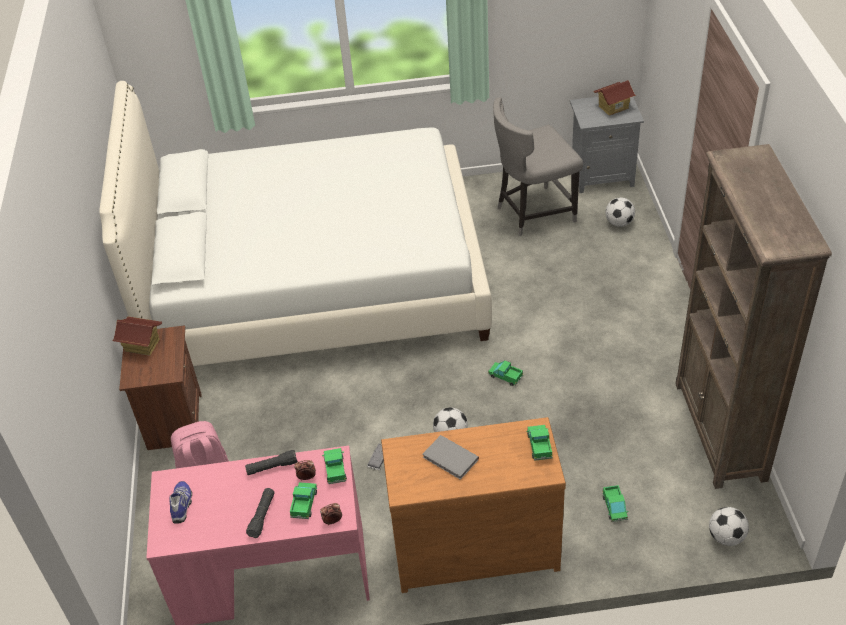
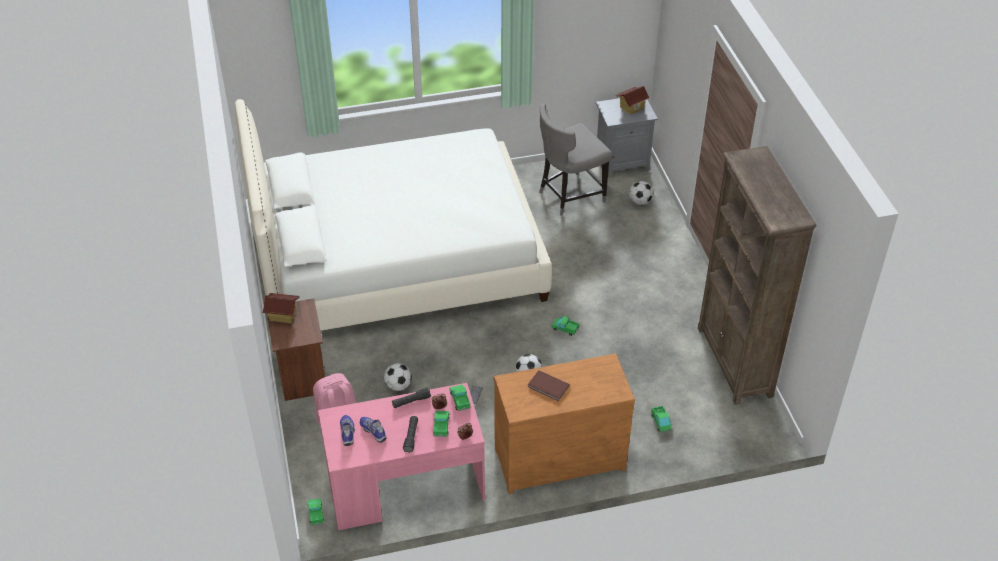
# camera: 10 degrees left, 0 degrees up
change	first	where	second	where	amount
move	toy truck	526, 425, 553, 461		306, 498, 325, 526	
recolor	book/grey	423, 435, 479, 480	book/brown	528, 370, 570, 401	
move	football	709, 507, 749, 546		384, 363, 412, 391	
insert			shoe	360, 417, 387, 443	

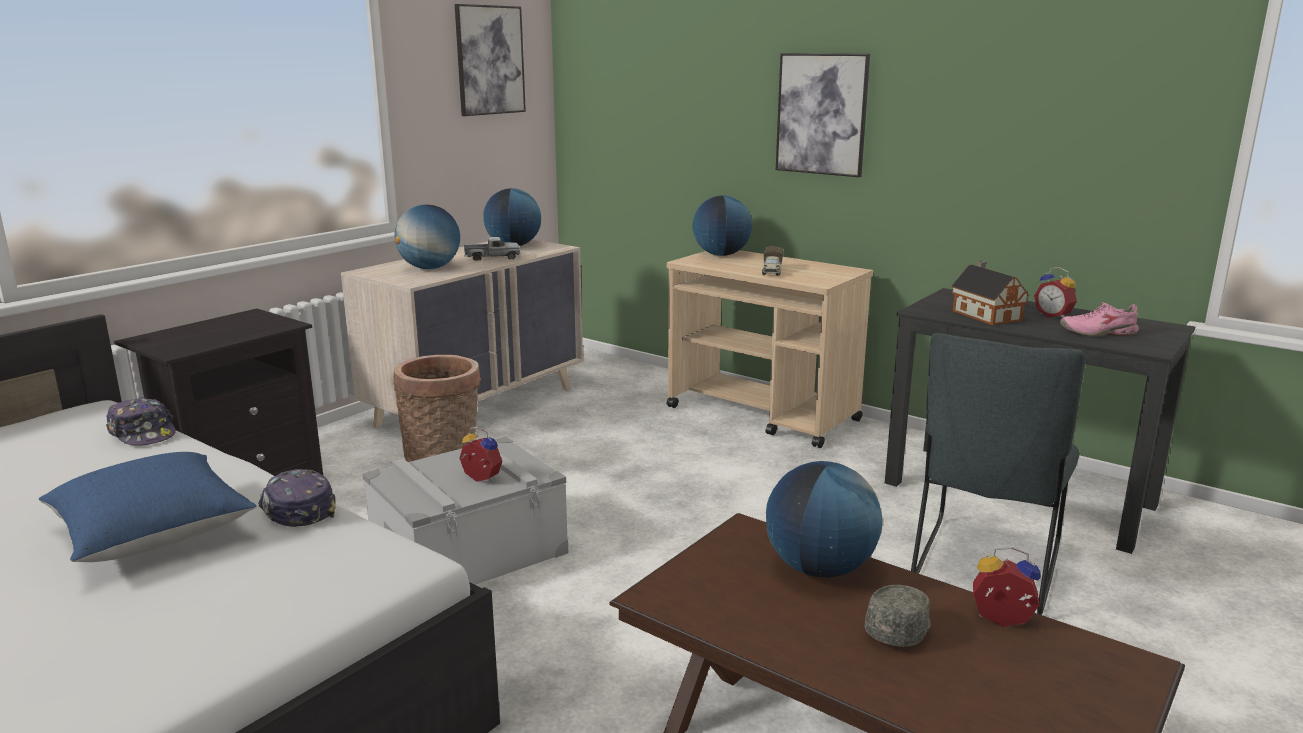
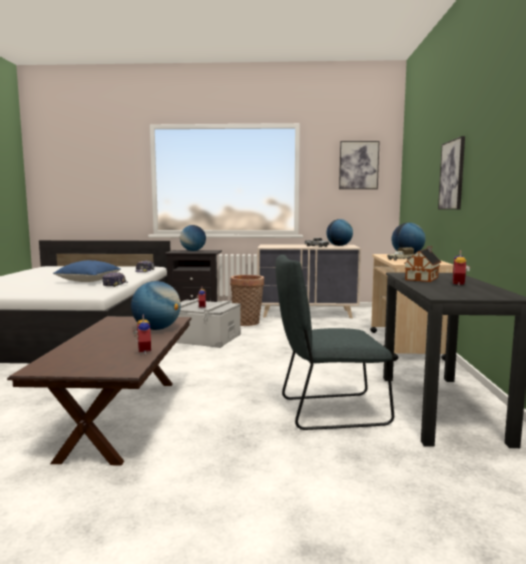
# camera: 55 degrees right, 10 degrees down
change	first	where	second	where	amount
move	globe	394, 204, 460, 269		180, 225, 206, 251	
delete	shoe/pink	1060, 302, 1139, 336			
delete	cap/grey	865, 585, 931, 647			

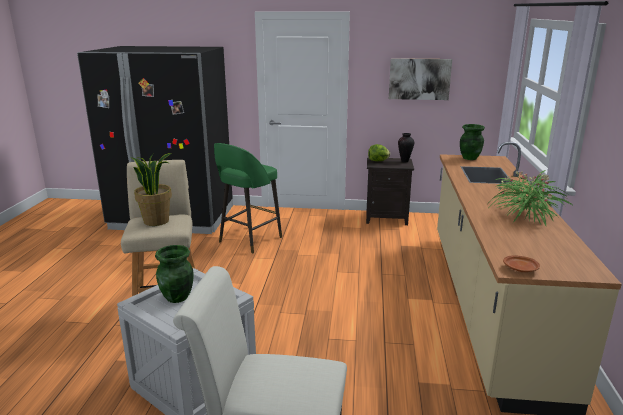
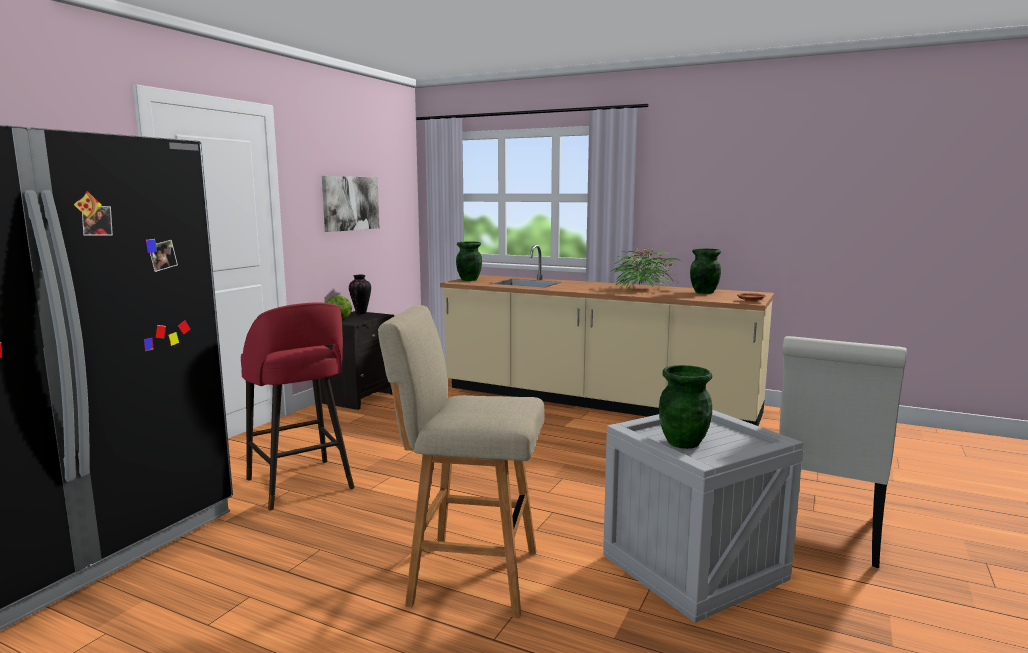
# camera: 70 degrees left, 10 degrees down
change	first	where	second	where	amount
recolor	stool/green	214, 143, 282, 254	stool/red	241, 302, 355, 510	
delete	potted plant	131, 153, 172, 226			
insert			vase/green	690, 248, 721, 294	

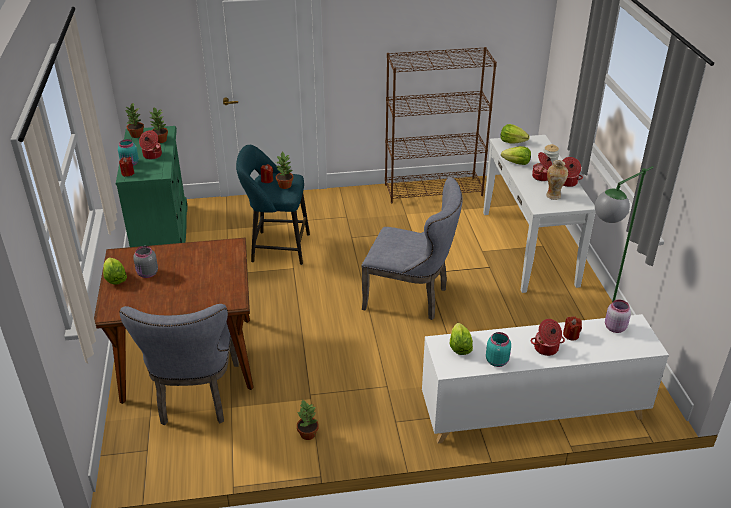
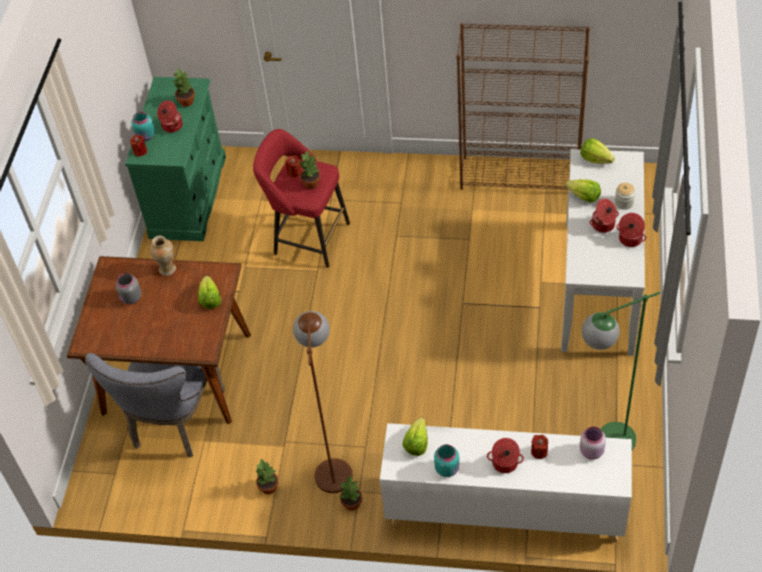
# camera: 20 degrees right, 15 degrees up
change	first	where	second	where	amount
move	potted plant	125, 103, 144, 138		340, 475, 363, 511	
recolor	stool/turquoise	236, 145, 310, 265	stool/red	253, 129, 350, 268	
move	vase	546, 160, 568, 200		149, 236, 176, 276	
delete	chair/grey	362, 177, 463, 320			
move	lettuce	103, 257, 127, 285		198, 276, 221, 309	
insert			floor lamp/brown	293, 311, 353, 493	

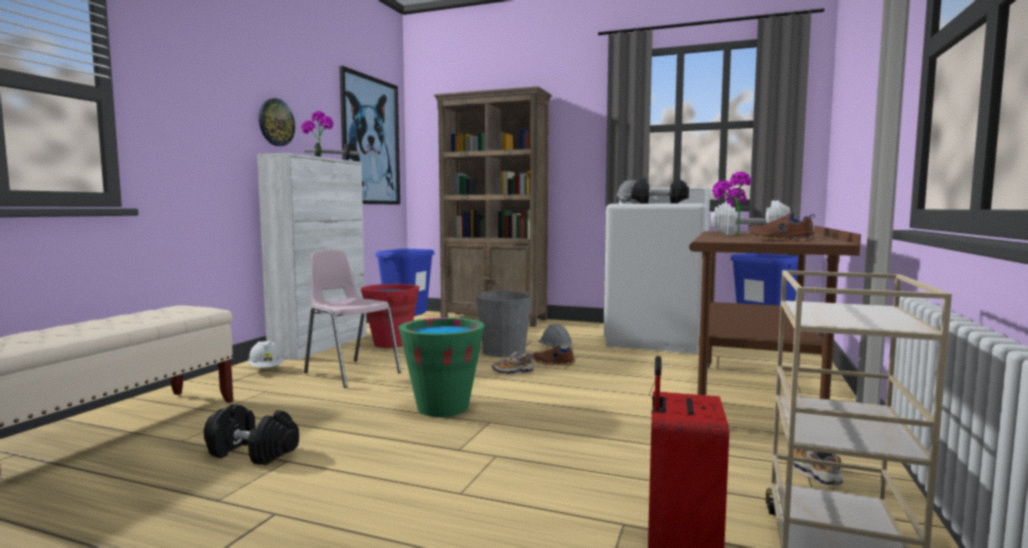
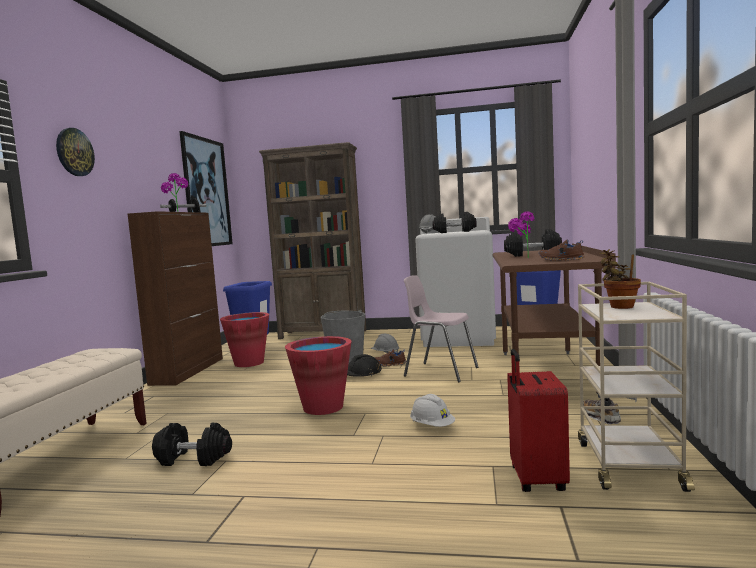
# camera: 10 degrees left, 0 degrees up
change	first	where	second	where	amount
move	wall clock	259, 98, 295, 146		56, 128, 95, 176	
recolor	cabinet/white	257, 153, 367, 360	cabinet/brown	128, 211, 223, 386	
recolor	dumbbell/white	711, 200, 790, 235	dumbbell/black	504, 229, 562, 257	
move	chair/pink	304, 250, 401, 388		404, 275, 478, 383	
recolor	bucket/green	399, 318, 484, 417	bucket/red	285, 336, 351, 415	
move	hard hat/white	247, 340, 284, 368		410, 394, 455, 427	
replace	shoe	491, 351, 534, 375	hard hat/black	347, 354, 382, 377	
insert			potted plant	599, 249, 641, 309	

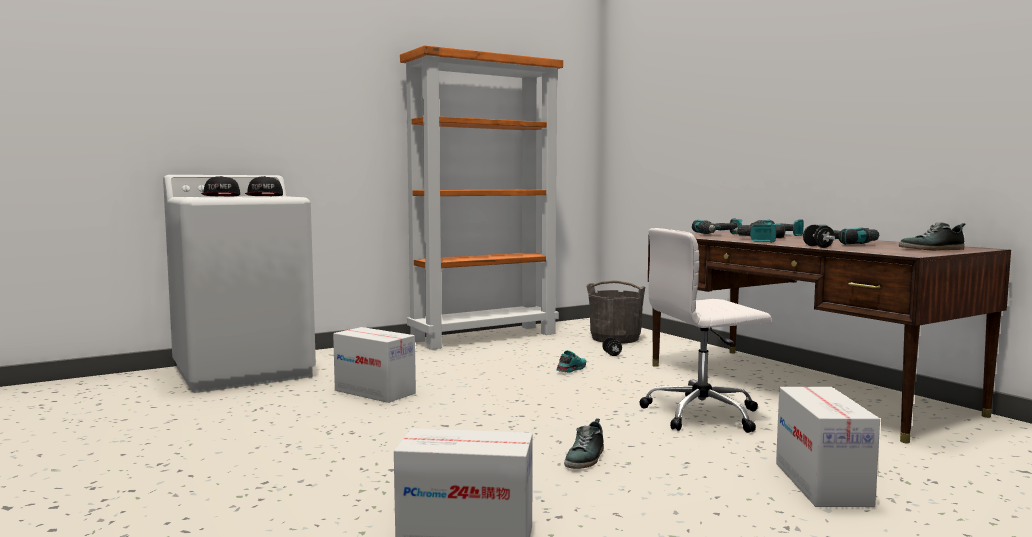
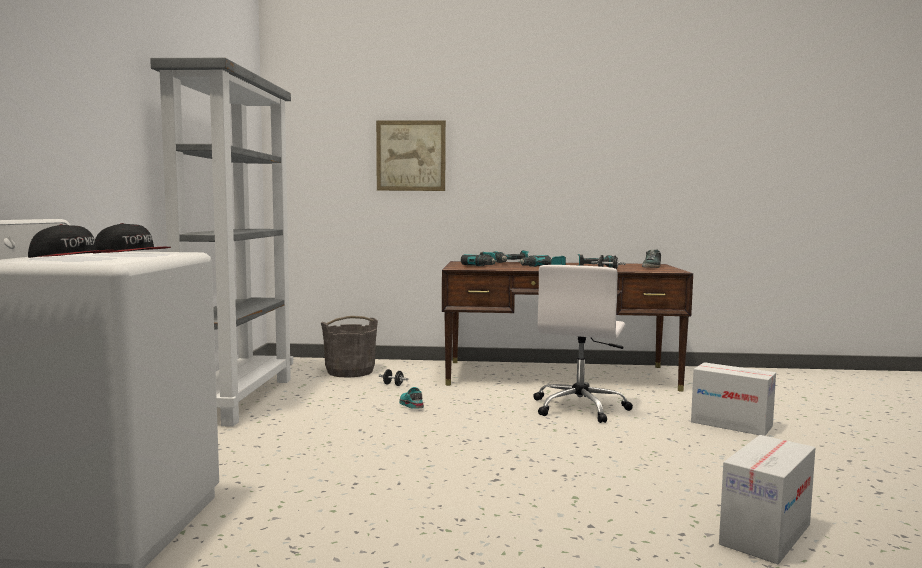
# camera: 55 degrees left, 0 degrees up
change	first	where	second	where	amount
recolor	bookcase/orange	400, 45, 563, 350	bookcase/grey	150, 58, 293, 427	
delete	cardboard box	333, 327, 416, 403			
delete	shoe	564, 418, 604, 469			
insert			picture	376, 120, 446, 191	

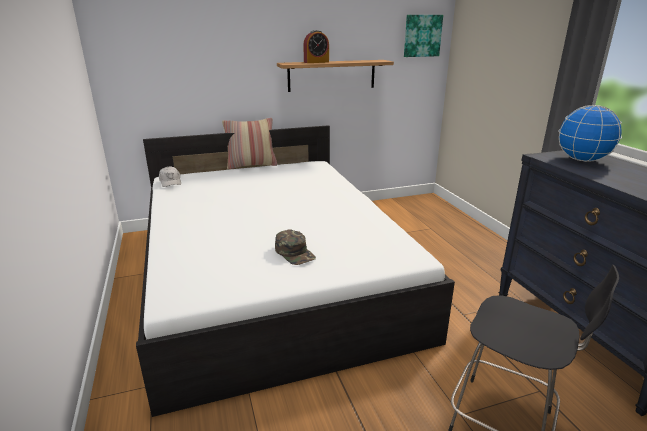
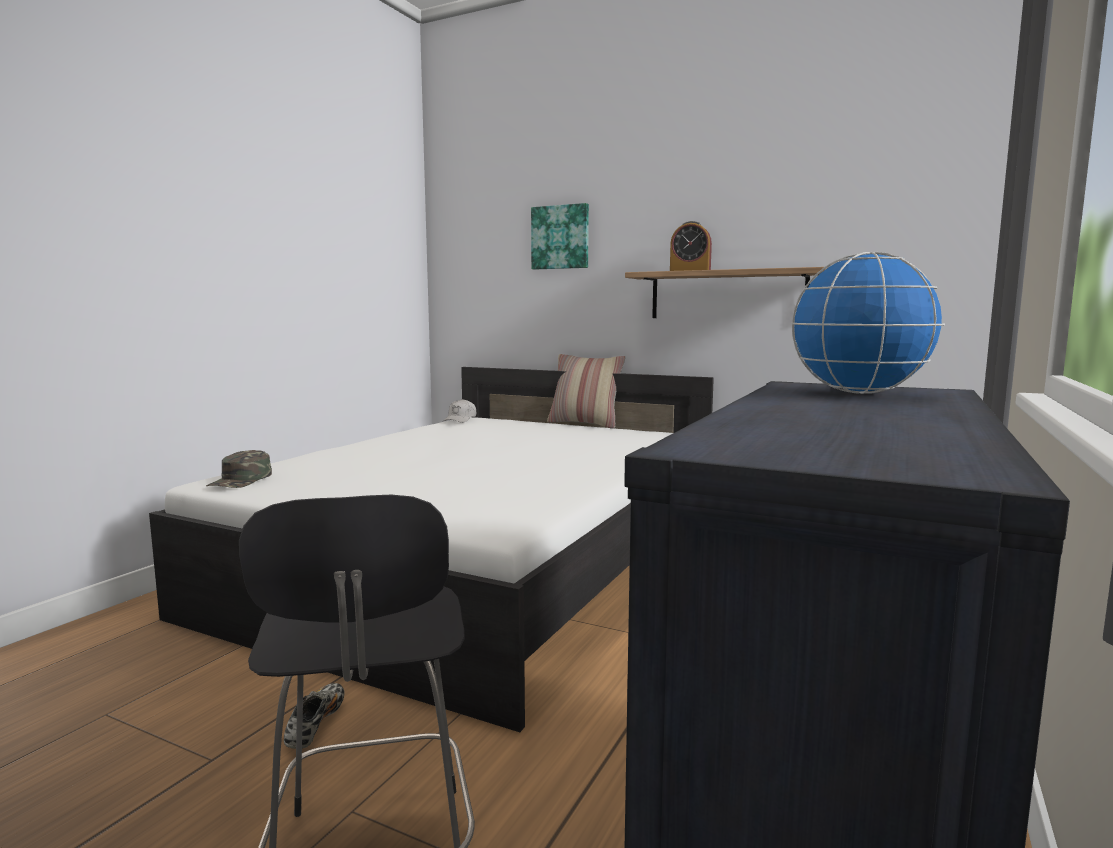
# camera: 45 degrees right, 15 degrees down
change	first	where	second	where	amount
move	picture	404, 15, 443, 57		531, 203, 589, 269	
move	cap/green	275, 229, 316, 265		206, 450, 272, 488	
insert			shoe	284, 683, 345, 749	

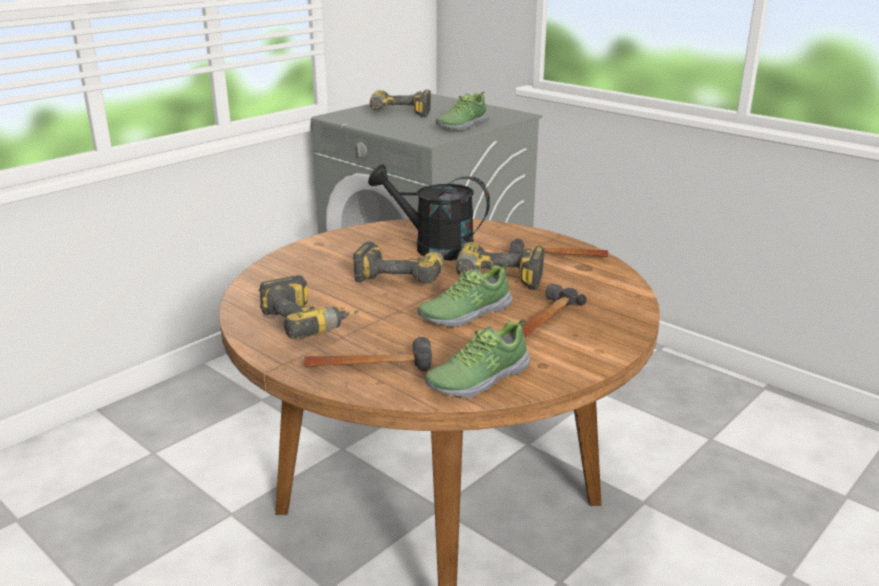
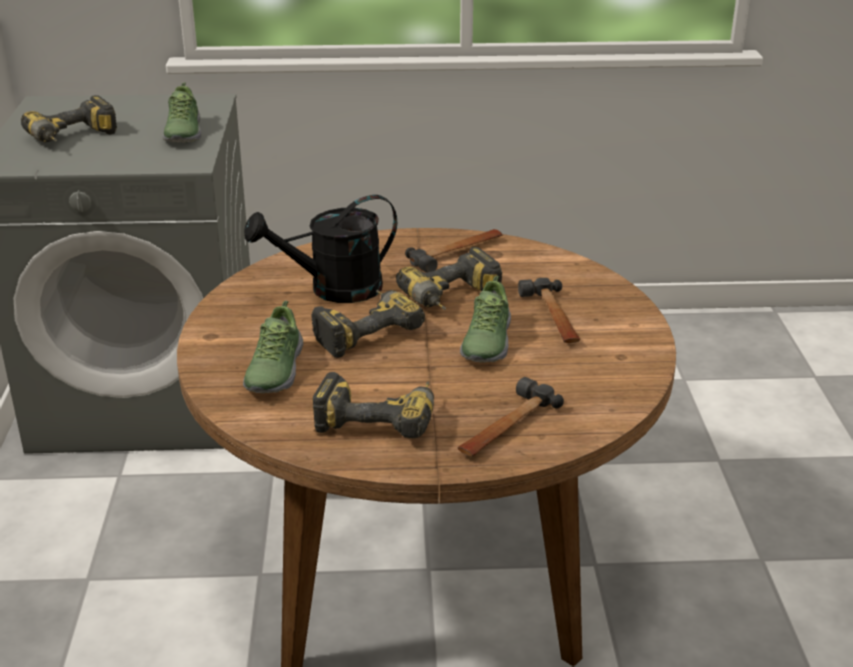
# camera: 45 degrees left, 5 degrees up
change	first	where	second	where	amount
move	shoe	425, 319, 530, 398		243, 301, 303, 393	

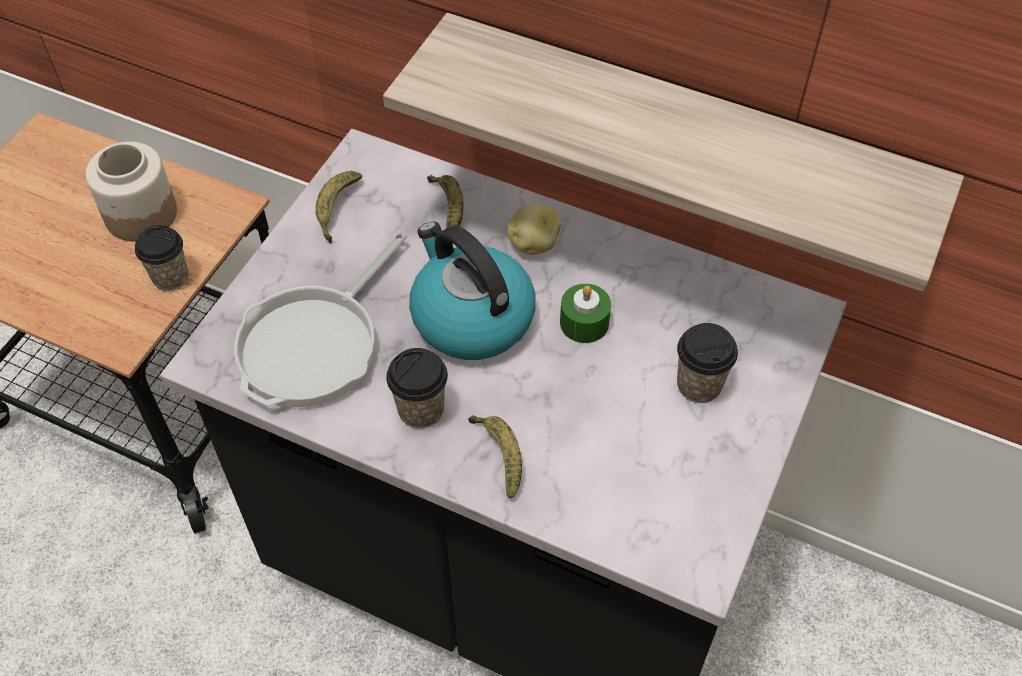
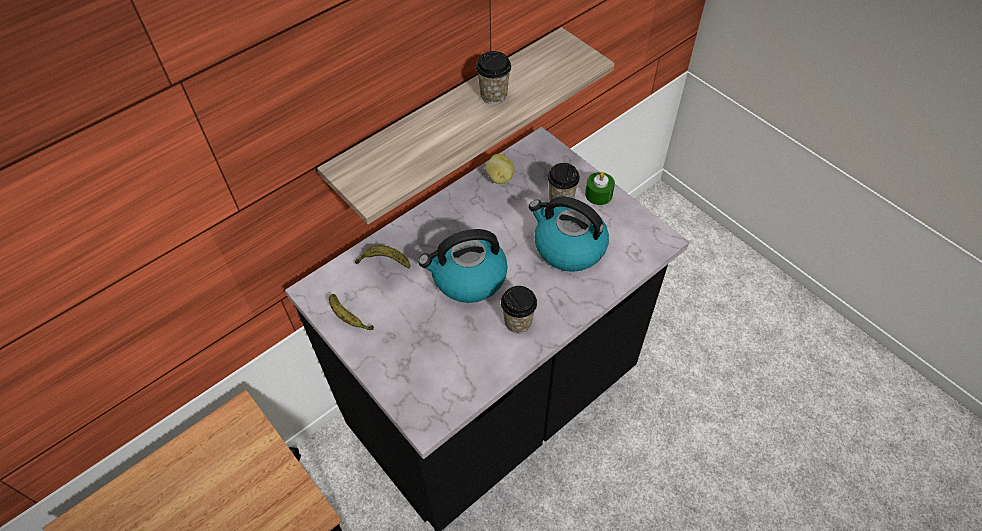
# camera: 65 degrees left, 0 degrees up
change	first	where	second	where	amount
delete	jar	85, 142, 177, 242			
move	potato	507, 204, 561, 255		485, 154, 515, 184	
move	cup	135, 225, 188, 291		476, 51, 511, 104	
delete	frying pan	234, 231, 407, 408			
move	candle/green	560, 284, 611, 343		585, 172, 615, 205	
delete	banana	468, 415, 522, 498			
insert			kettle	529, 196, 609, 272	

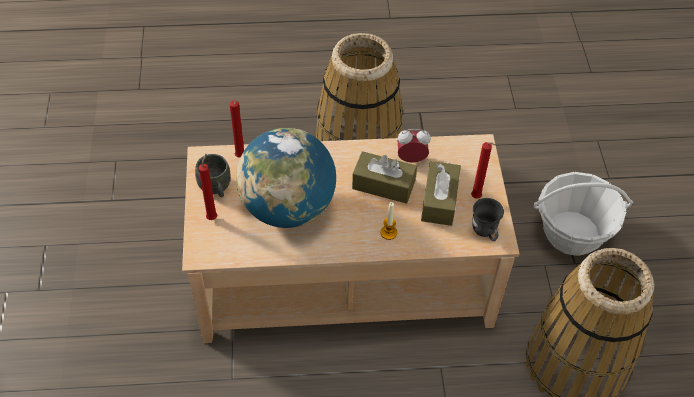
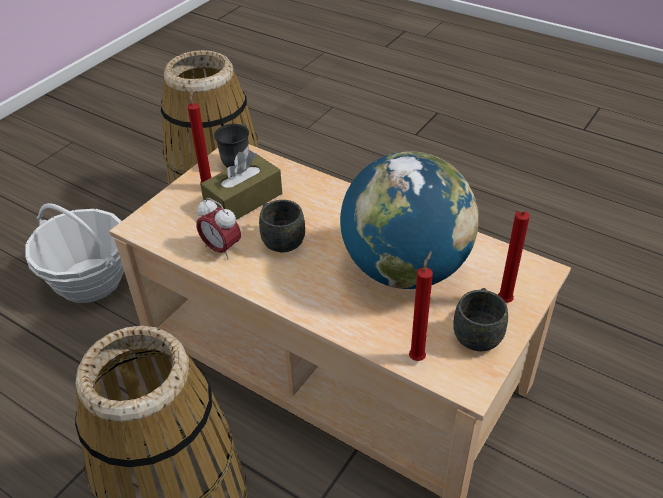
# camera: 140 degrees left, 10 degrees down
change	first	where	second	where	amount
replace	tissue box/brown	352, 151, 417, 204	mug/grey	259, 200, 305, 253	
delete	candle	380, 202, 397, 240			

